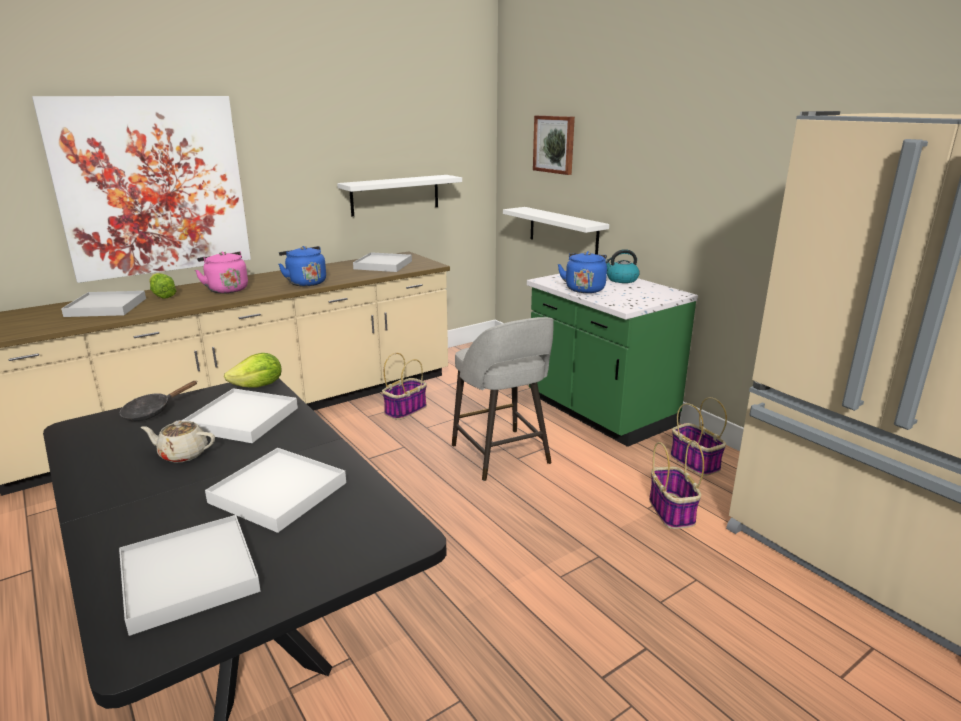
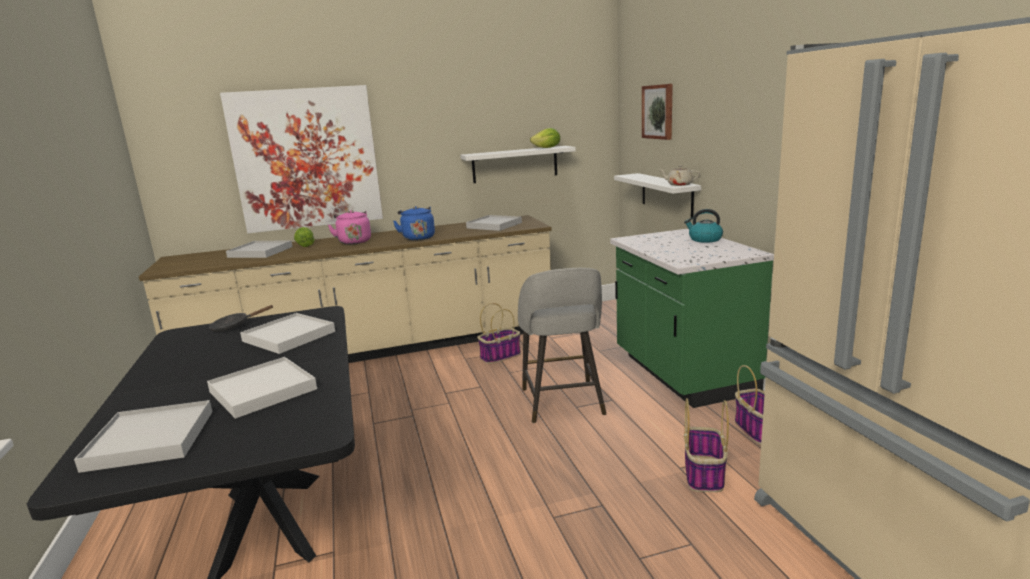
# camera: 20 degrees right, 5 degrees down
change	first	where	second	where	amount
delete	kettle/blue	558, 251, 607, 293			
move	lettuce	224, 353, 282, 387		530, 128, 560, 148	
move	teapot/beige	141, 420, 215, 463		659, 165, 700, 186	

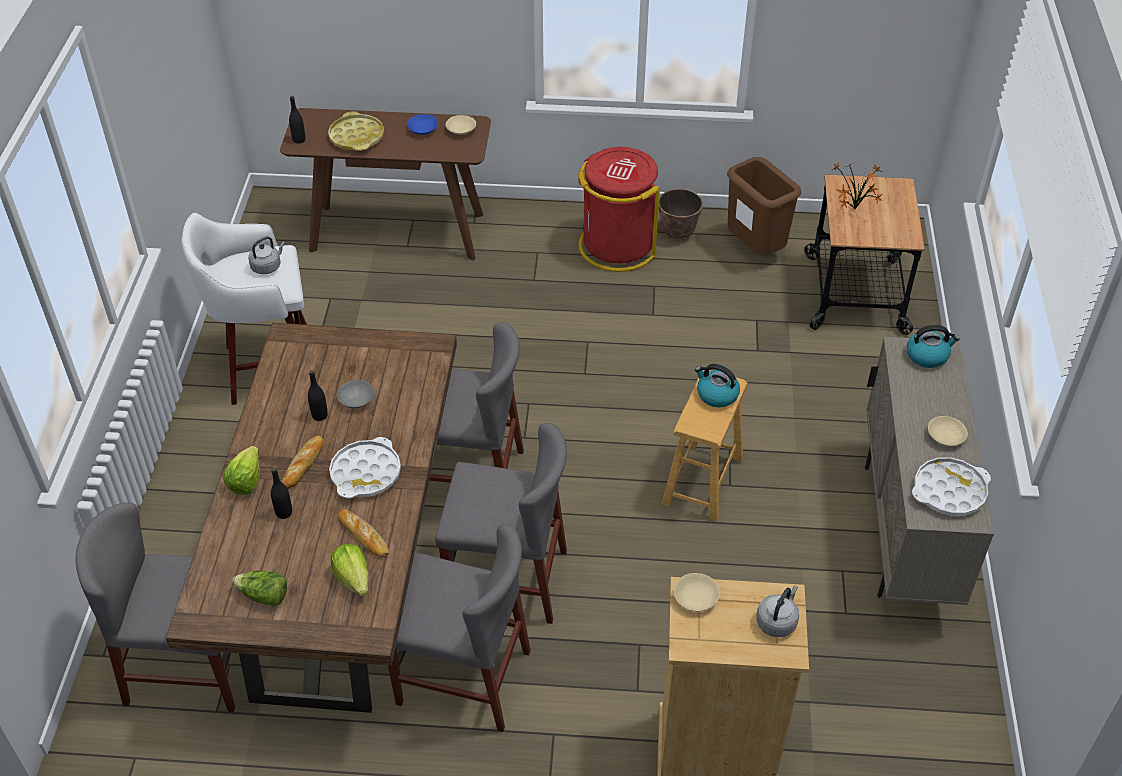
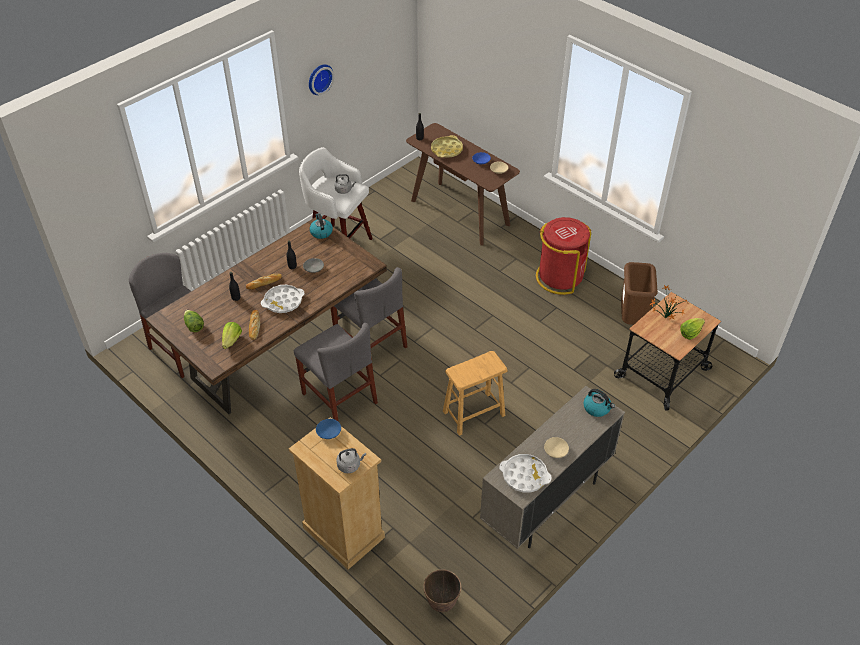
# camera: 40 degrees right, 0 degrees up
change	first	where	second	where	amount
move	planter	659, 189, 703, 238		423, 570, 461, 612	
move	kettle	695, 364, 740, 407		309, 213, 333, 239	
move	lettuce	223, 446, 260, 495		680, 318, 705, 340	
delete	chair/grey	388, 524, 530, 732			
recolor	bowl/beige	674, 573, 720, 612	bowl/blue	316, 419, 341, 439	
insert			wall clock	309, 64, 334, 95	

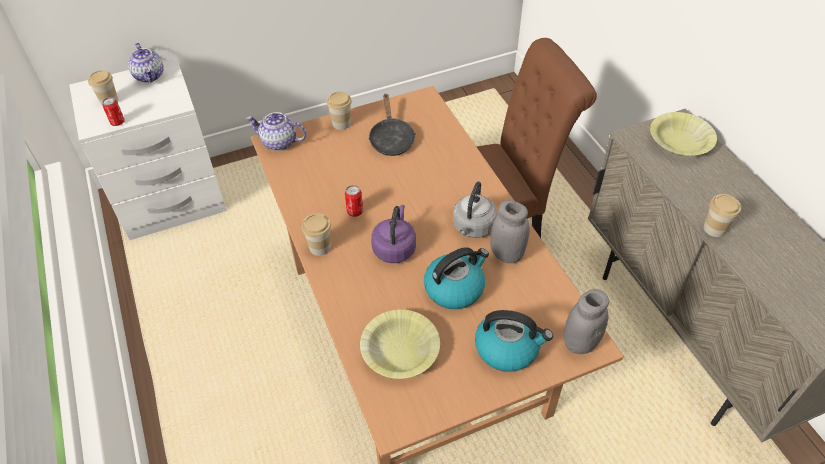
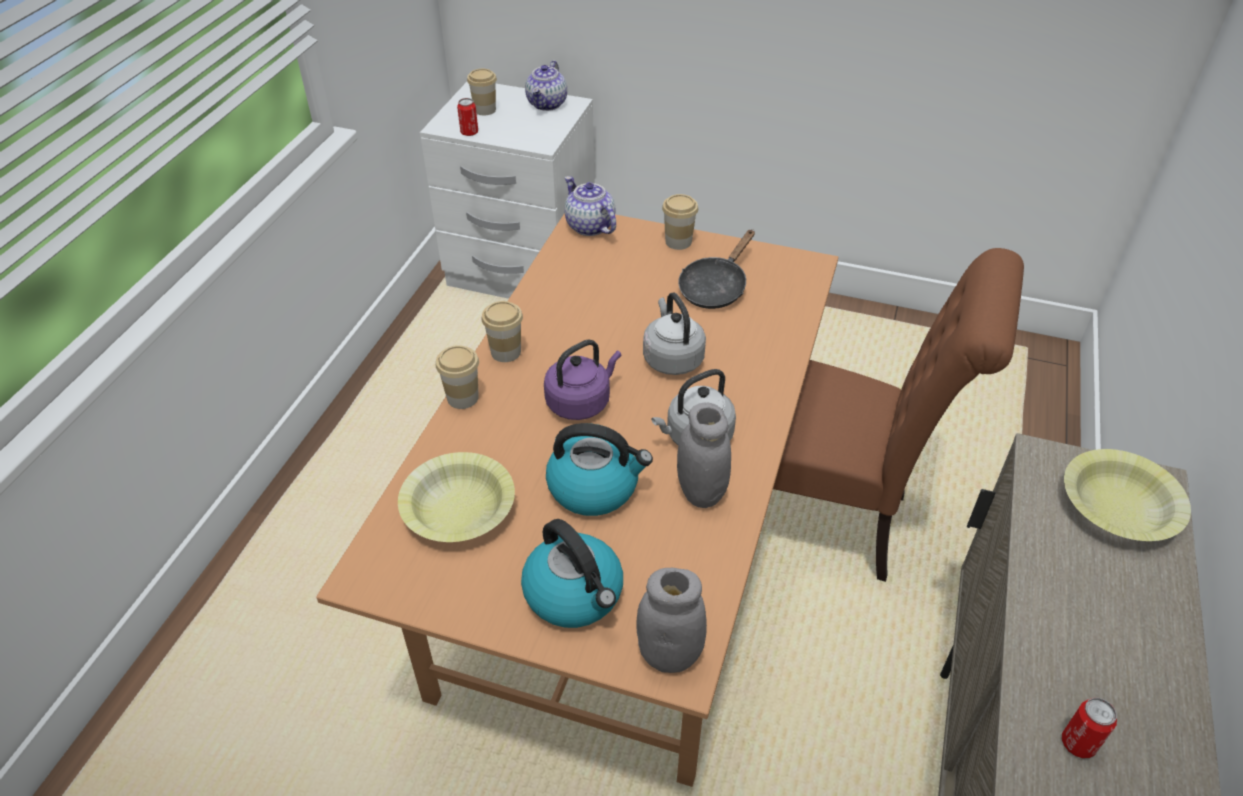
# camera: 40 degrees right, 5 degrees down
change	first	where	second	where	amount
move	can	345, 185, 363, 217		1062, 698, 1117, 758	
move	cup	704, 194, 741, 237		436, 345, 479, 409	
insert			kettle/grey	643, 293, 706, 375	

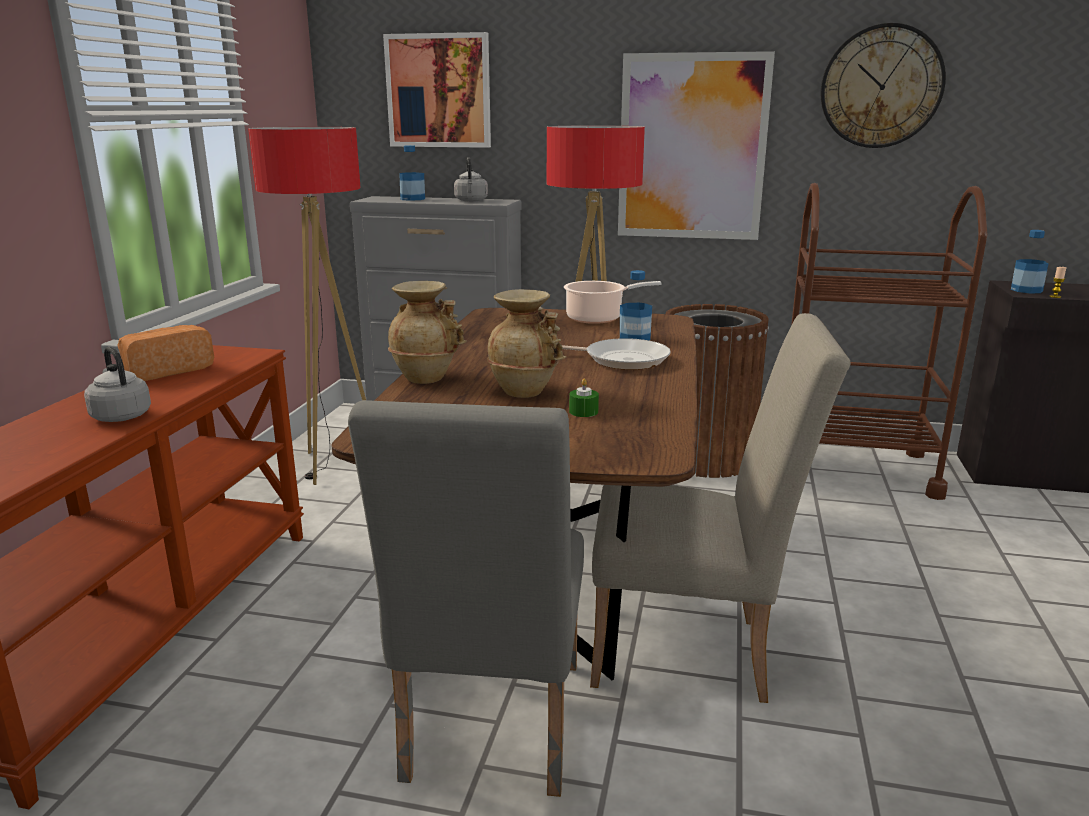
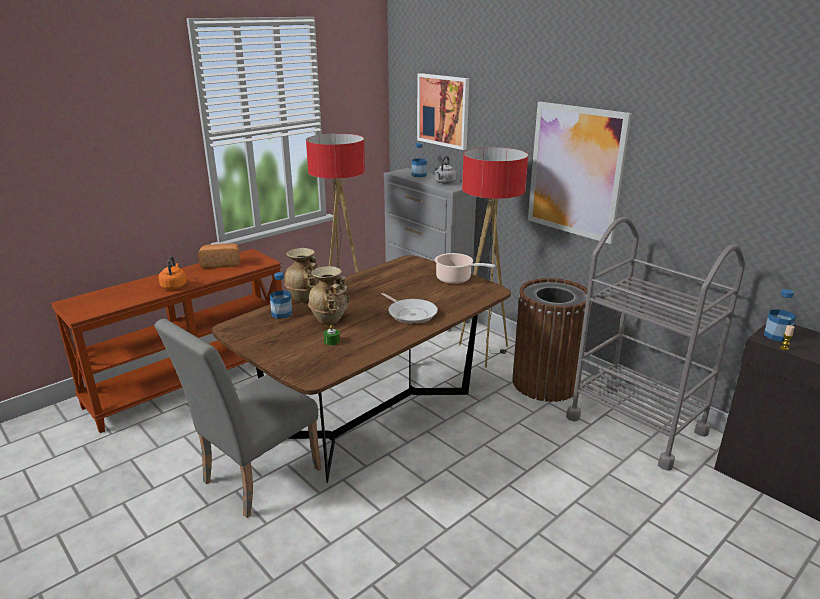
# camera: 35 degrees right, 5 degrees up
change	first	where	second	where	amount
delete	wall clock	821, 23, 946, 148			
recolor	cart/brown	791, 183, 988, 500	cart/grey	566, 217, 745, 471	
move	bottle	620, 270, 652, 340		270, 272, 292, 318	
delete	chair/beige	590, 313, 851, 703			
recolor	kettle/grey	84, 347, 151, 422	kettle/orange	158, 256, 186, 289	

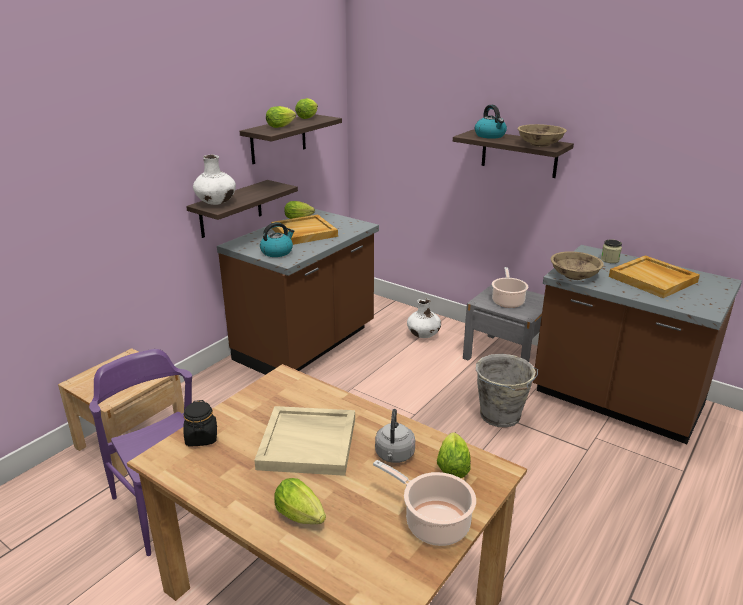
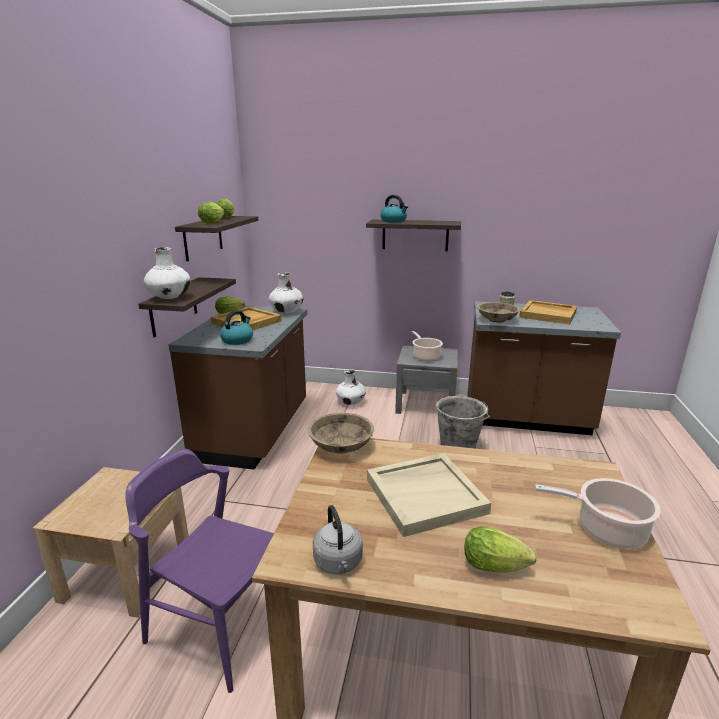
# camera: 25 degrees left, 5 degrees down
change	first	where	second	where	amount
move	bowl/beige	518, 124, 567, 147		308, 413, 374, 454	
delete	jar/black	183, 400, 217, 447			
move	kettle/grey	375, 409, 415, 463		313, 505, 363, 574	
delete	lettuce	437, 432, 471, 478			
insert			vase/white	269, 273, 304, 313	

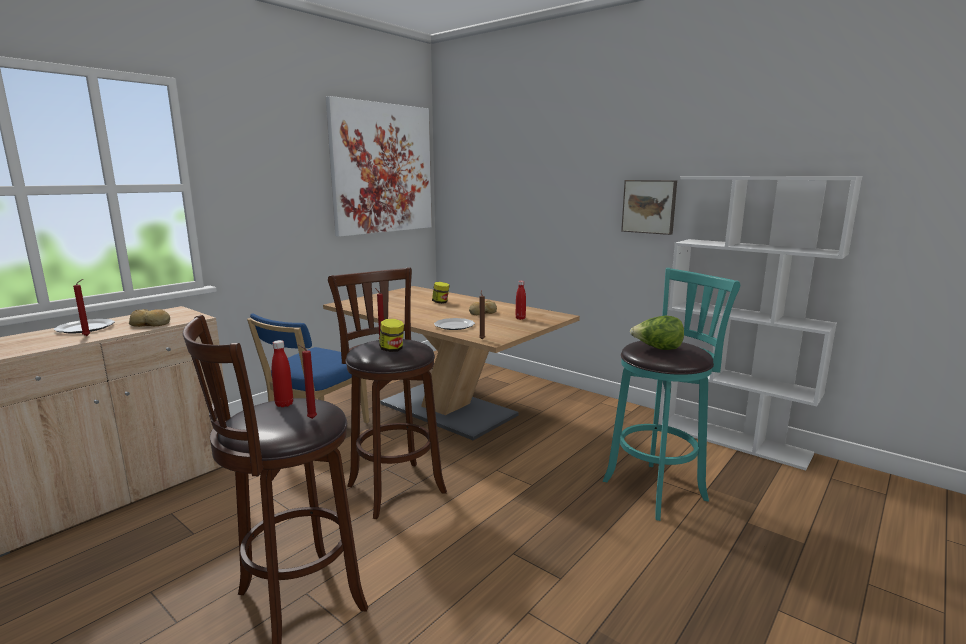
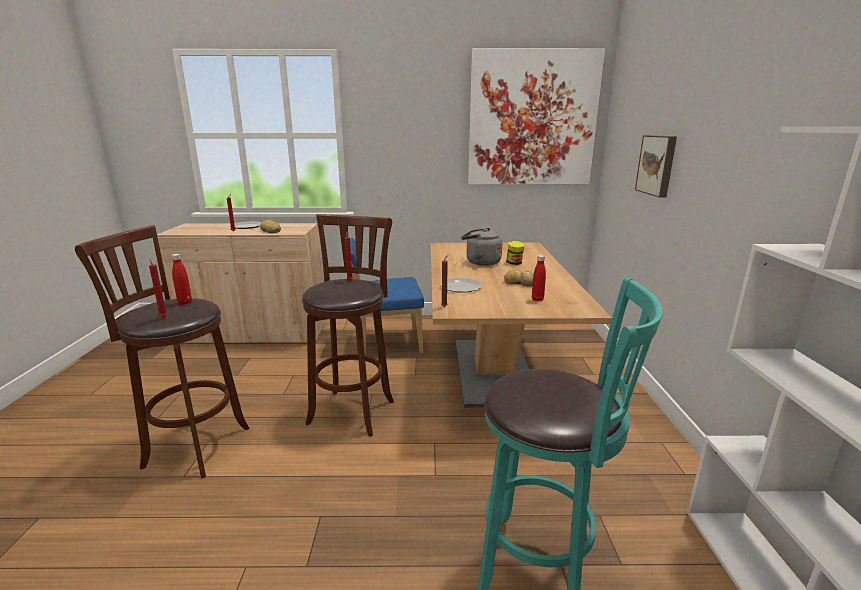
# camera: 50 degrees right, 5 degrees up
change	first	where	second	where	amount
move	picture	621, 180, 677, 235		635, 135, 677, 198	
delete	lettuce	630, 316, 684, 350			
delete	jar	379, 319, 404, 352			
insert			kettle/grey	461, 228, 502, 266	

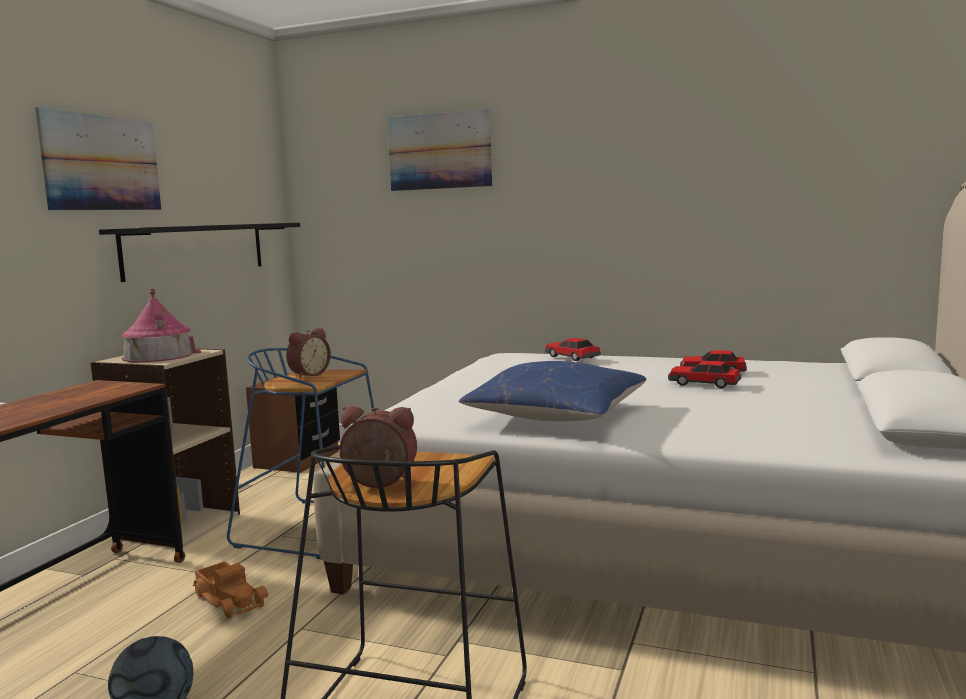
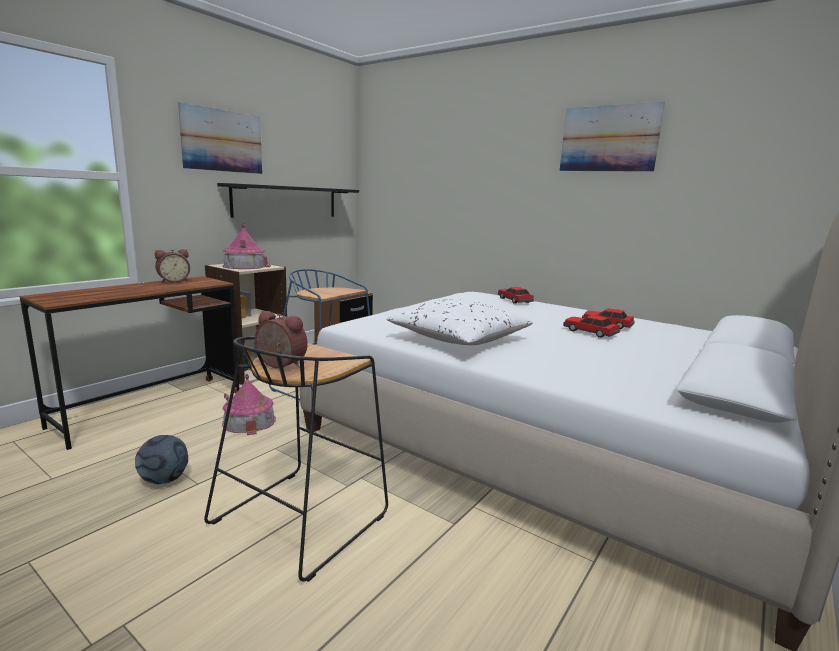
# camera: 15 degrees right, 5 degrees up
change	first	where	second	where	amount
move	picture	387, 109, 492, 191		560, 101, 665, 172	
move	alarm clock	286, 328, 331, 378		155, 249, 190, 283	
recolor	pillow/blue	459, 361, 646, 421	pillow/white	386, 299, 533, 345	
replace	toy truck	193, 561, 268, 619	toy house	222, 374, 276, 435	

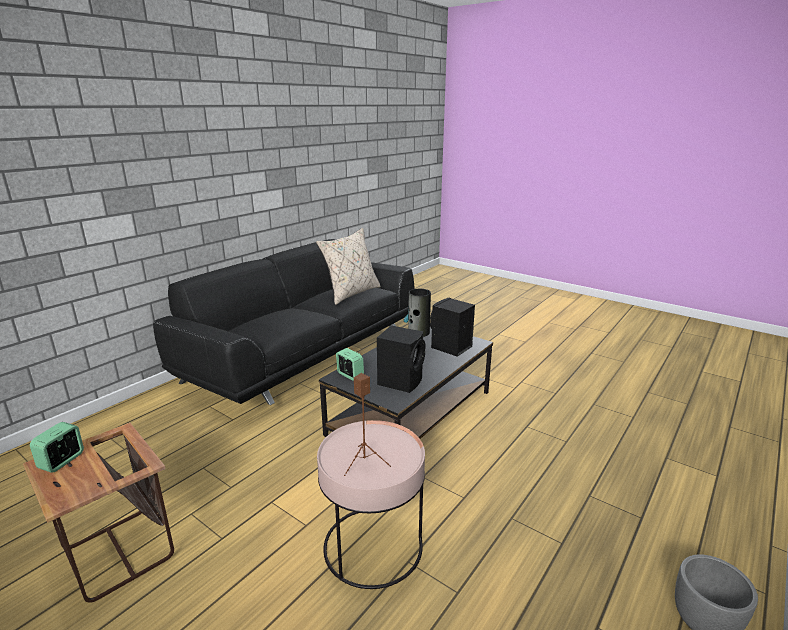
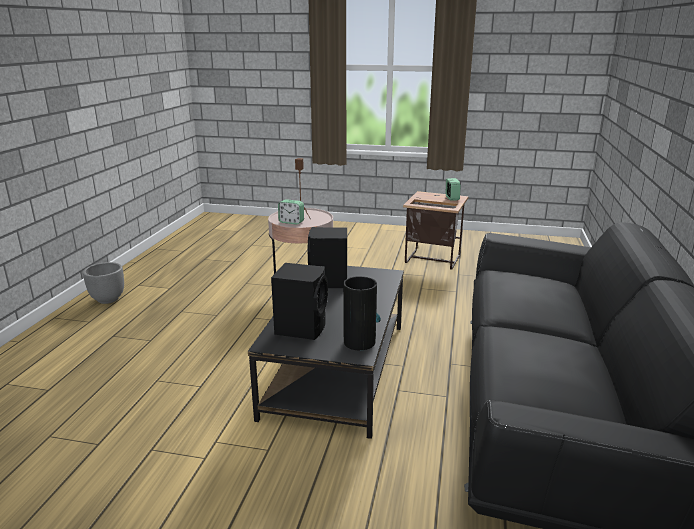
# camera: 155 degrees right, 0 degrees up
change	first	where	second	where	amount
delete	pillow/beige	316, 228, 381, 305			
move	alarm clock	336, 348, 364, 381		278, 199, 304, 224	

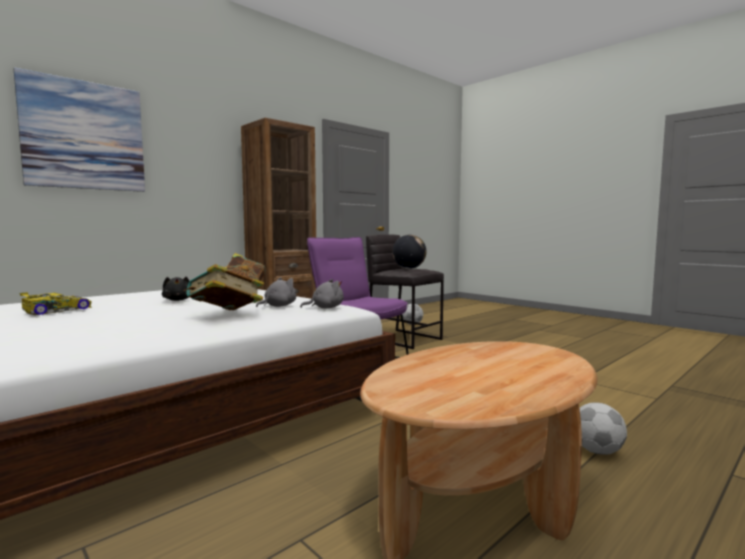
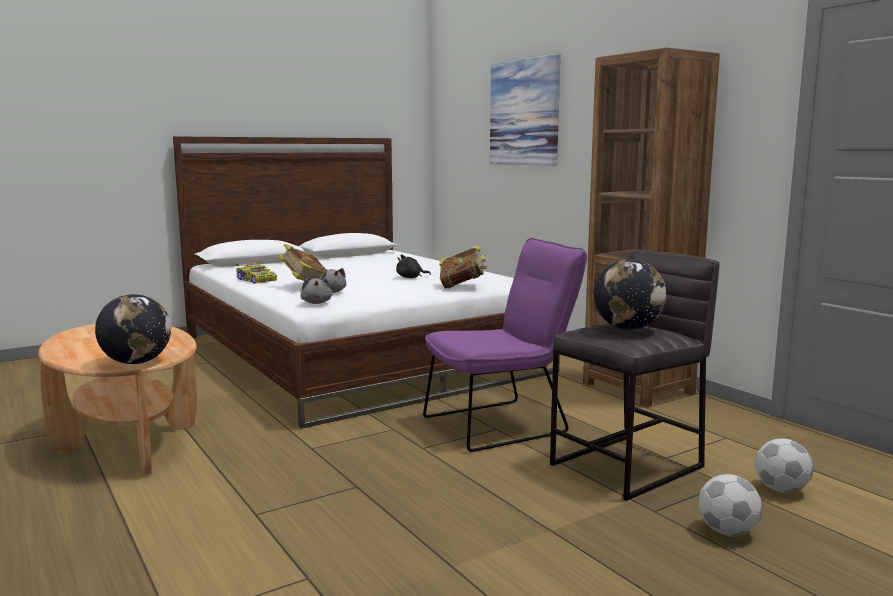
# camera: 100 degrees right, 5 degrees up
change	first	where	second	where	amount
move	toy car	19, 292, 92, 315		236, 261, 277, 284	
move	football	580, 402, 627, 455		698, 474, 762, 537	
insert			globe	95, 294, 171, 364	

